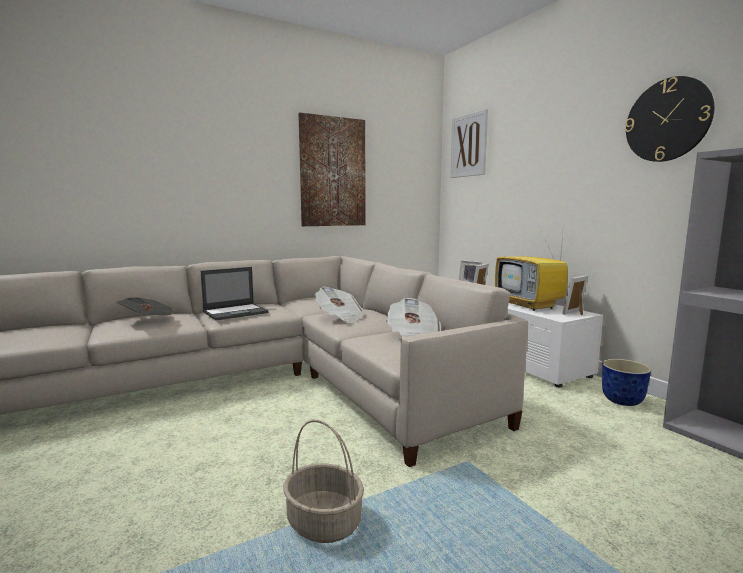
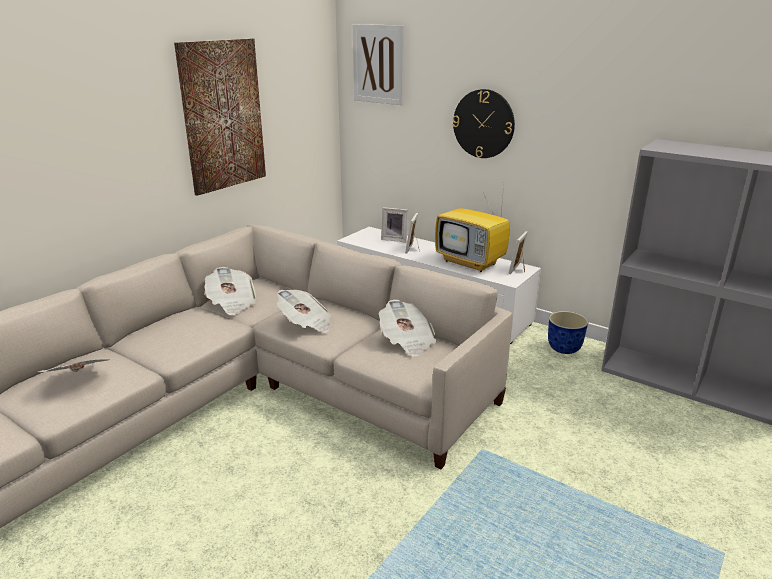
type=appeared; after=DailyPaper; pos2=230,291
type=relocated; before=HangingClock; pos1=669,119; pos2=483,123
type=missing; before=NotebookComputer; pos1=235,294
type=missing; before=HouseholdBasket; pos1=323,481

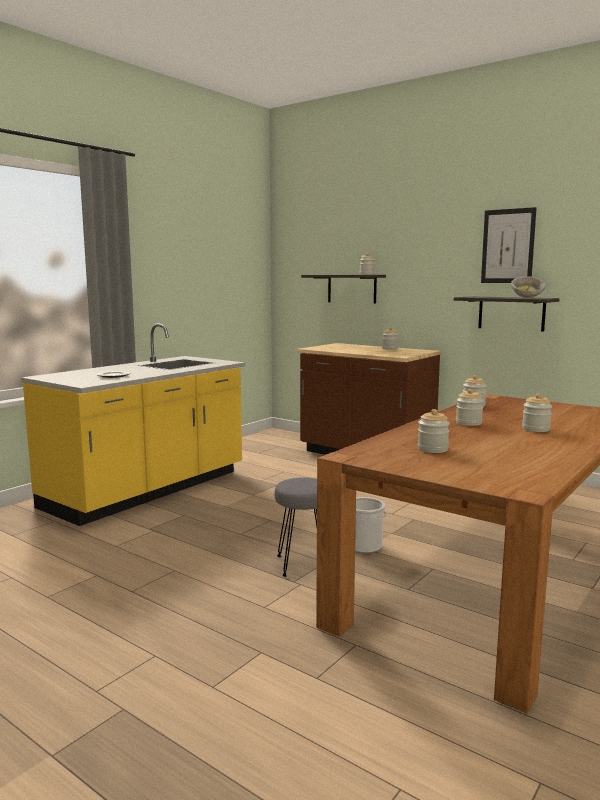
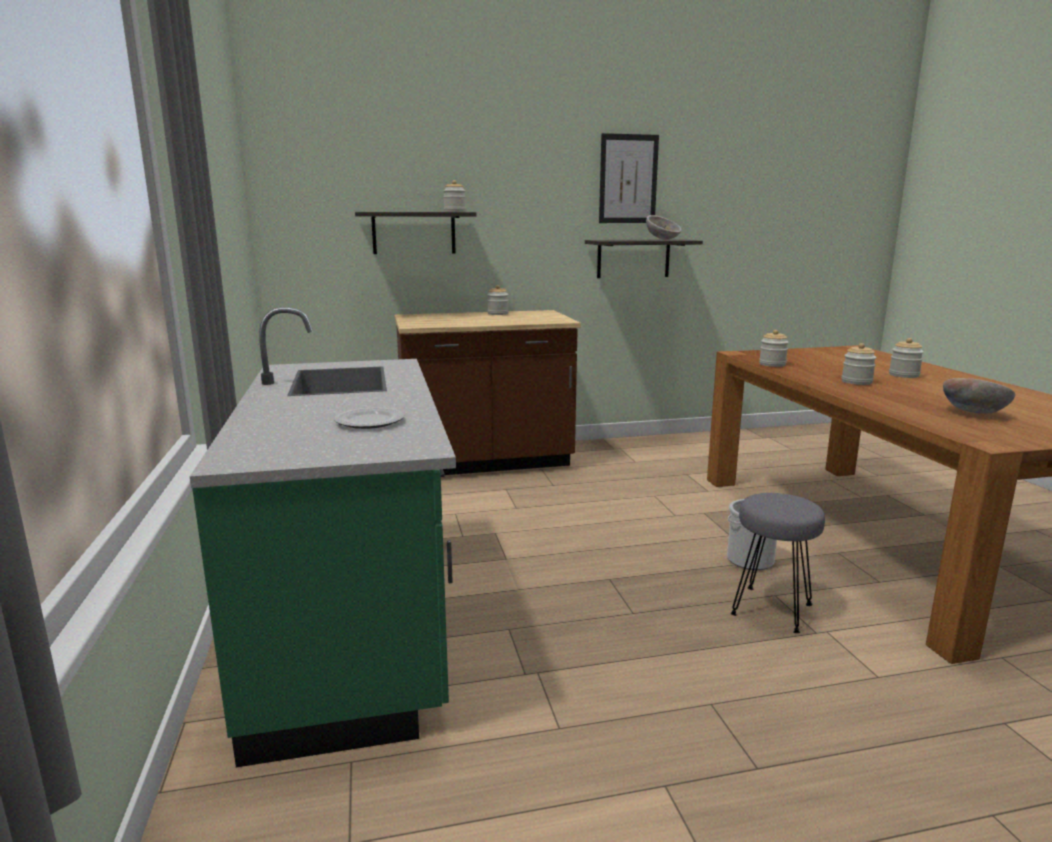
type=colour; before=YellowKitchenCounter; after=GreenColouredKitchenCounter; pos1=133,425; pos2=323,537
type=exchanged; before=Jar; after=ServingBowl; pos1=434,431; pos2=979,396

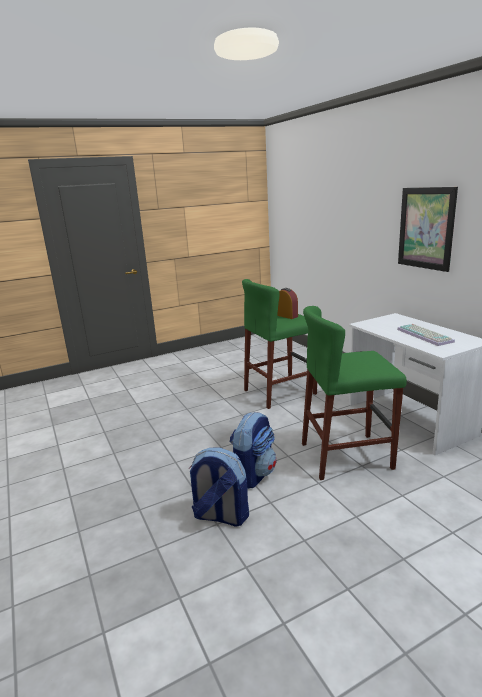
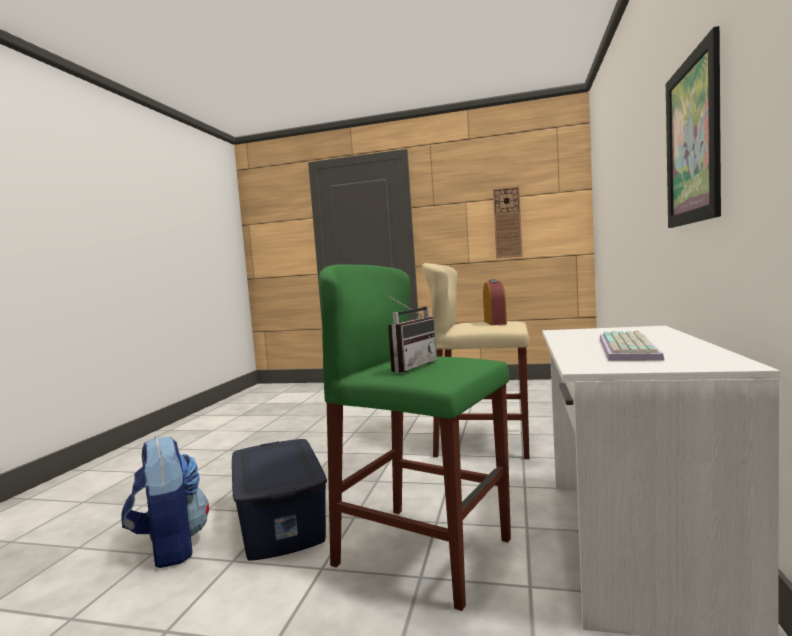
type=exchanged; before=Rucksack; after=BluishStorageContainer; pos1=253,450; pos2=279,500
type=appeared; after=RadioSet; pos2=411,334
type=colour; before=GreenColouredStoolSeat; after=BeigeColouredStoolSeat; pos1=279,344; pos2=475,361
type=appeared; after=HangingClock; pos2=508,222

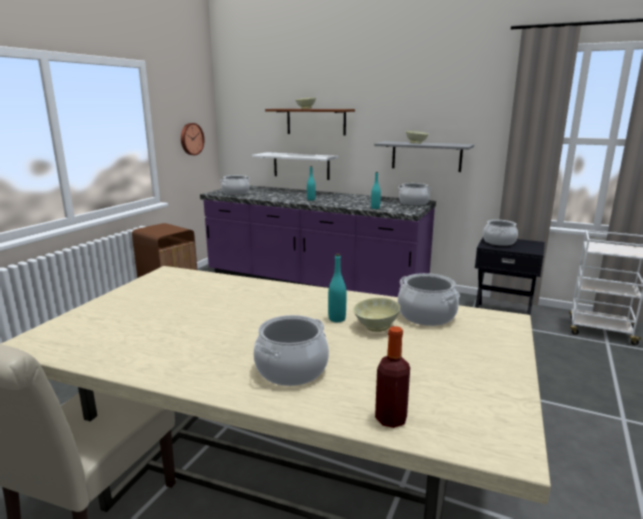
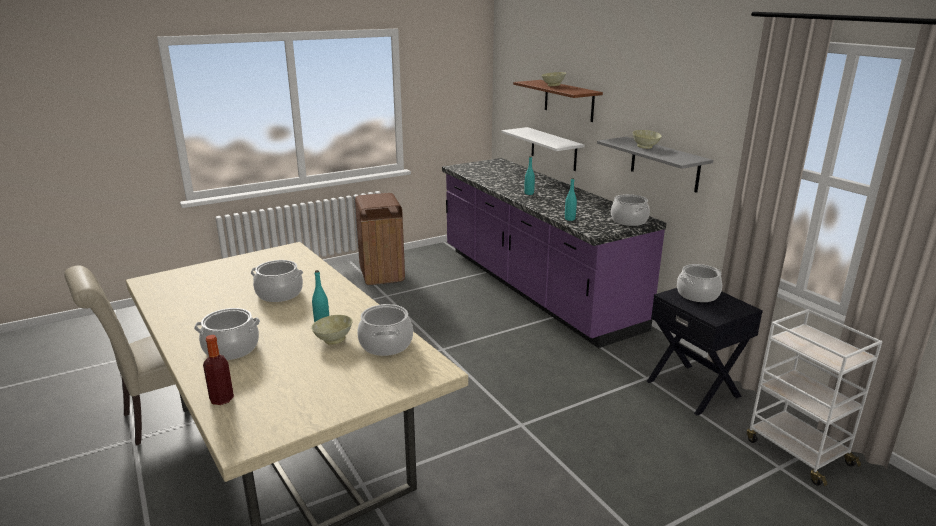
type=relocated; before=Stockpot; pos1=235,185; pos2=277,281
type=missing; before=HangingClock; pos1=192,139

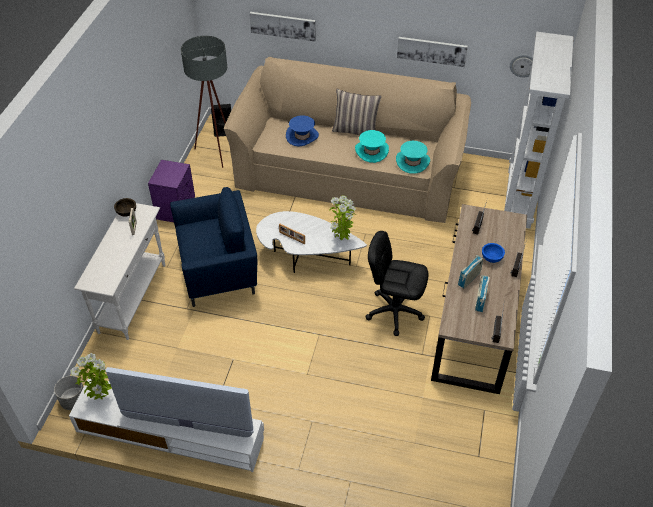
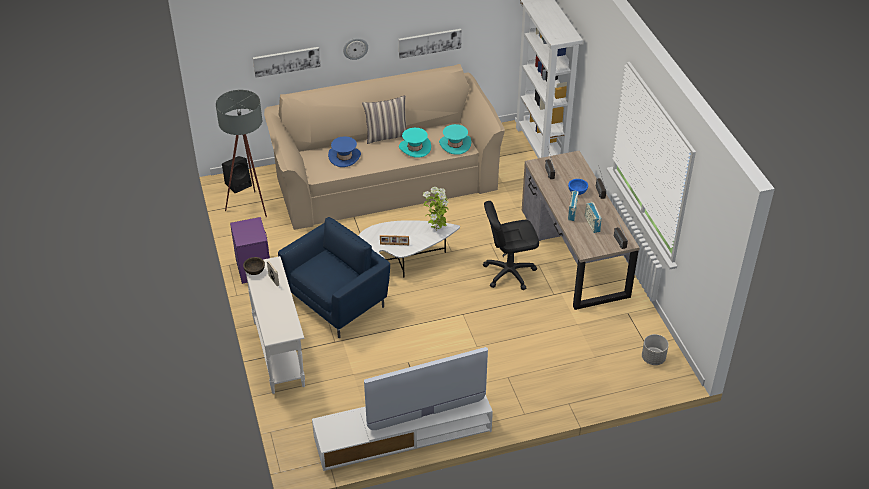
type=relocated; before=HangingClock; pos1=521,65; pos2=355,49
type=relocated; before=GreyFlowerPot; pos1=68,393; pos2=655,349
type=missing; before=Houseplant; pos1=91,376

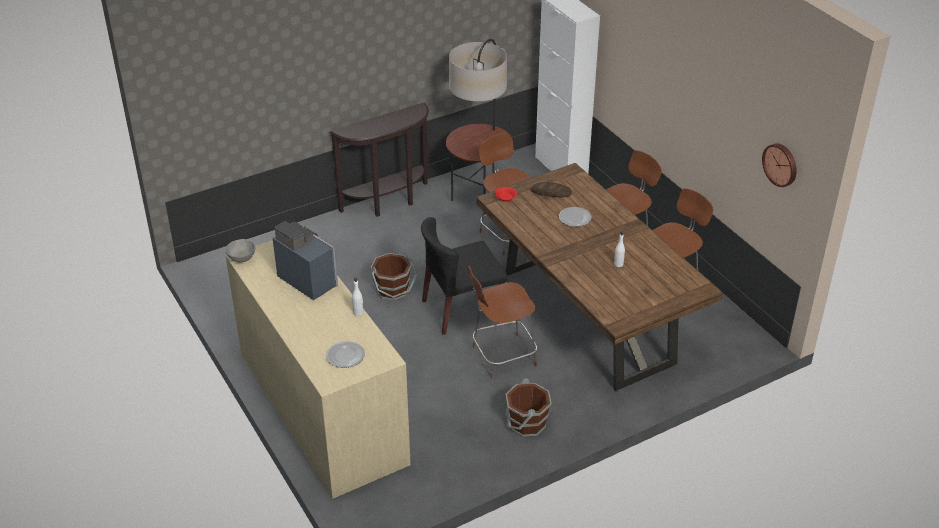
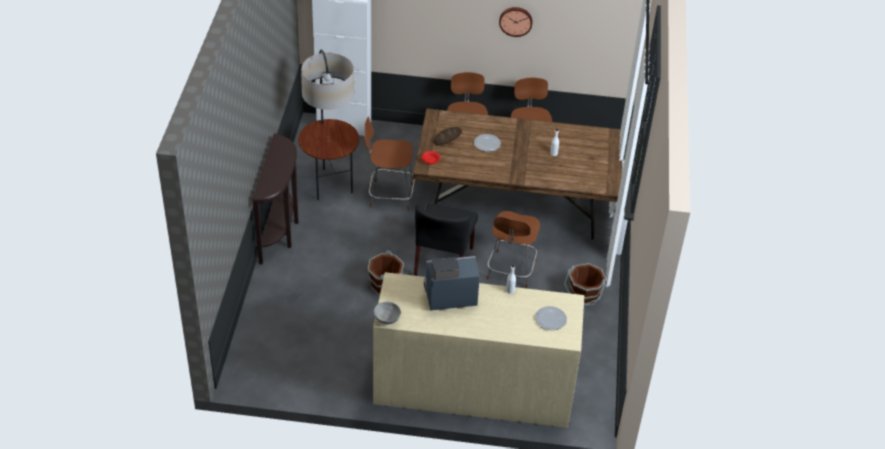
type=relocated; before=HangingClock; pos1=779,165; pos2=516,22

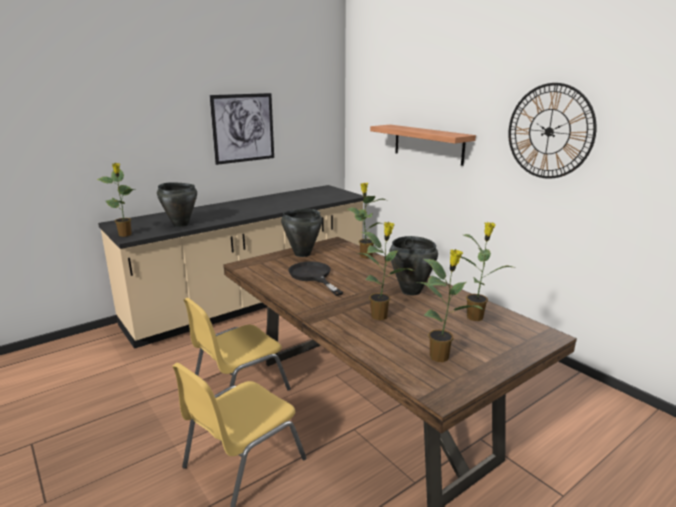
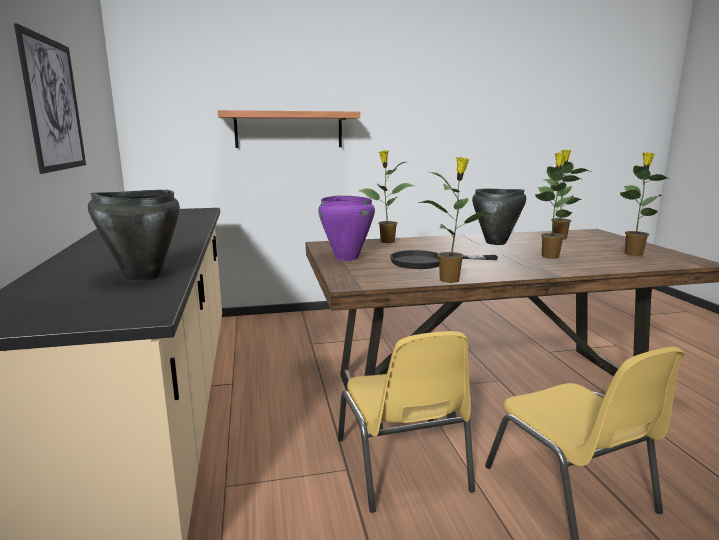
type=colour; before=BlackishStockpot; after=PurplishStockpot; pos1=301,233; pos2=346,228
type=relocated; before=Houseplant; pos1=117,200; pos2=457,220
type=missing; before=HangingClock; pos1=552,131

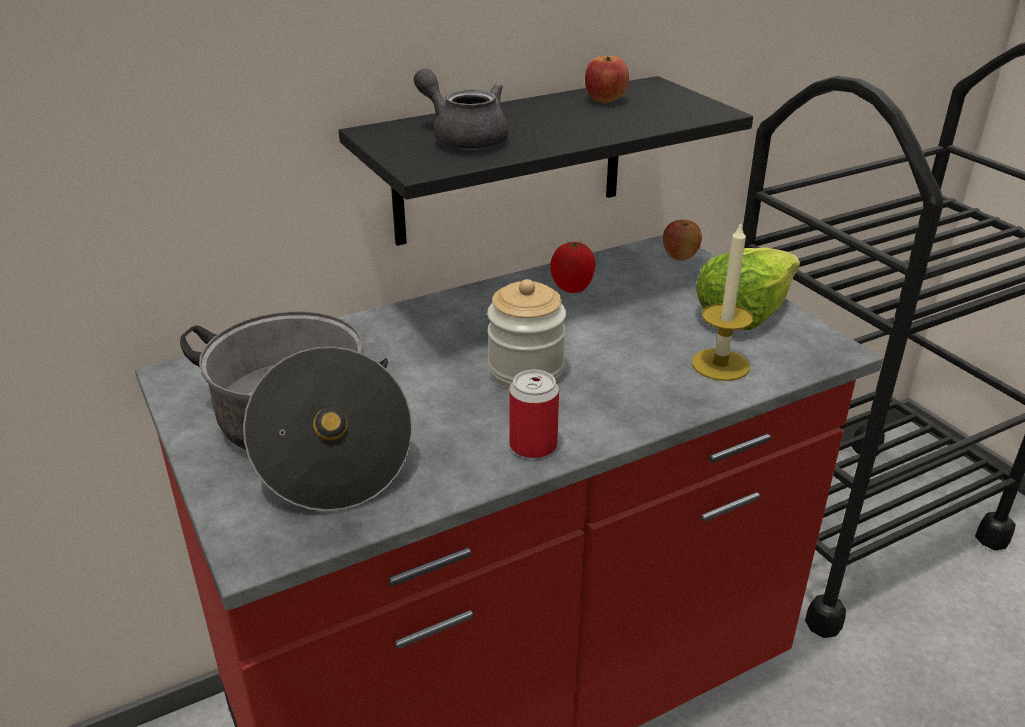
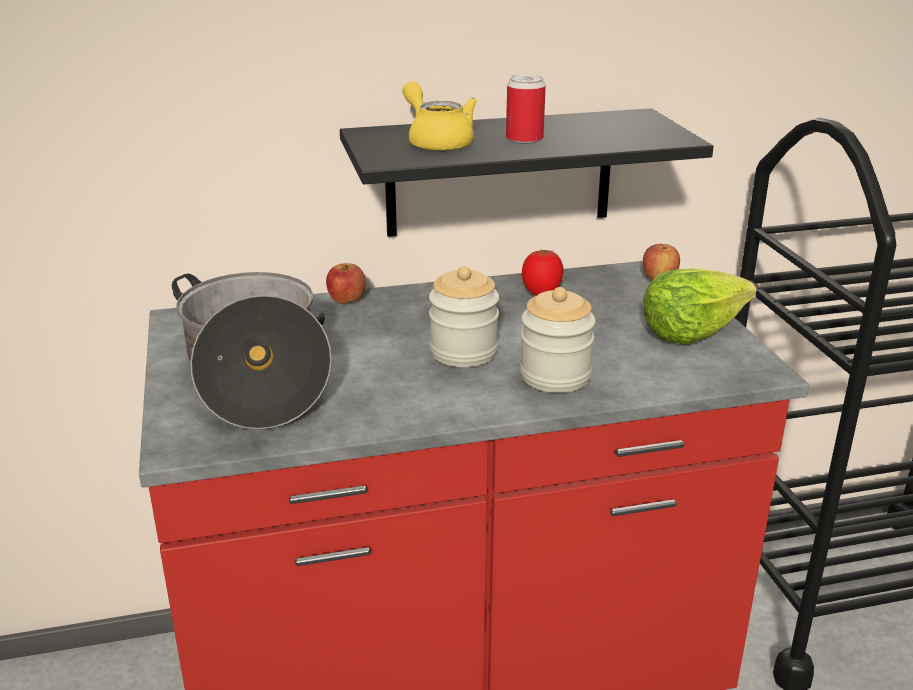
type=relocated; before=Apple; pos1=607,79; pos2=346,283
type=colour; before=GreyTeapot; after=YellowTeapot; pos1=461,109; pos2=440,116
type=relocated; before=Can; pos1=534,414; pos2=526,109
type=appeared; after=Jar; pos2=558,340
type=missing; before=WaxLight; pos1=722,301

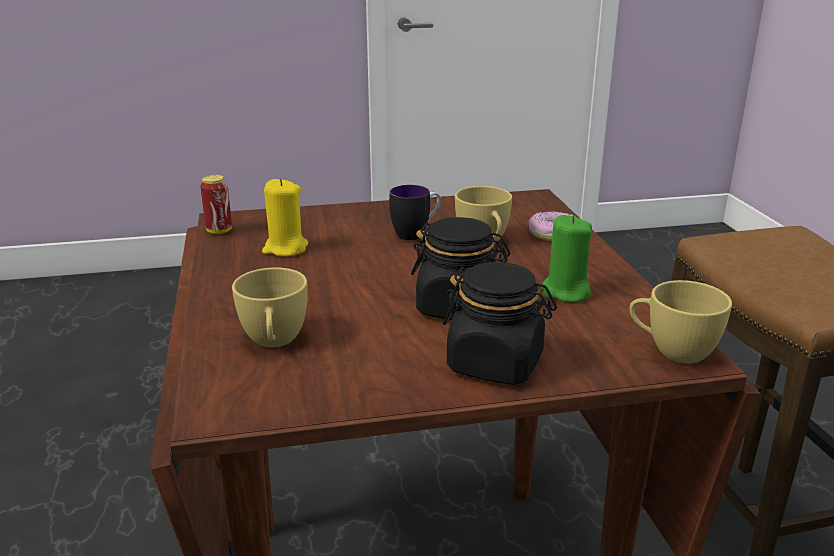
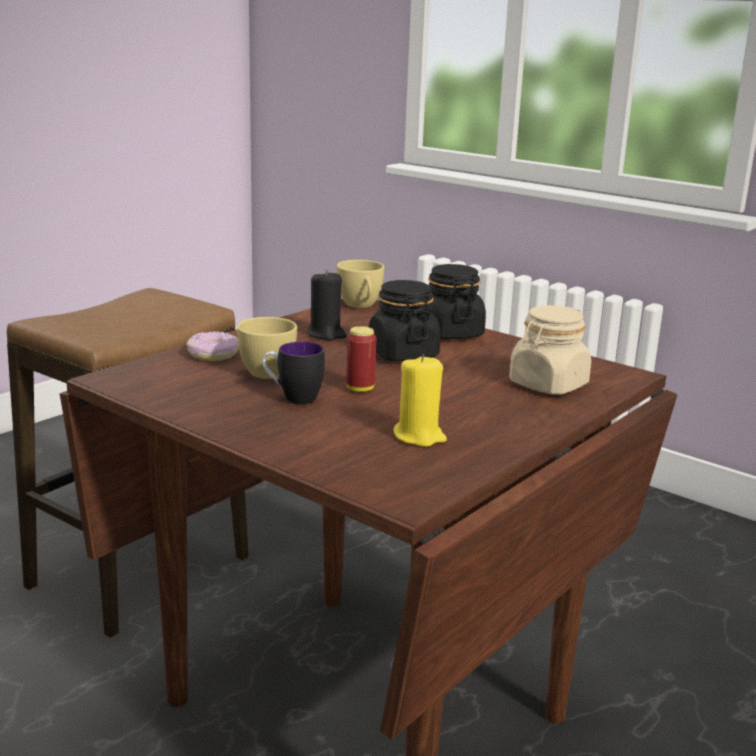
type=colour; before=GreenColouredWaxLight; after=BlackishWaxLight; pos1=566,258; pos2=326,304
type=relocated; before=Can; pos1=216,204; pos2=361,359
type=exchanged; before=YellowDrinkingCup; after=BeigeColouredJar; pos1=270,307; pos2=550,350

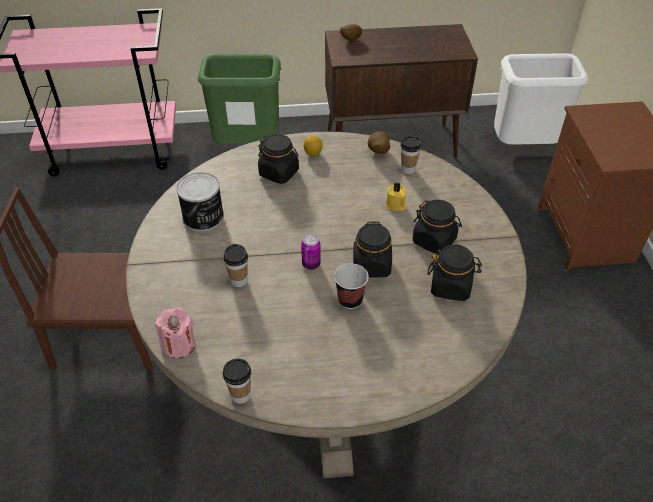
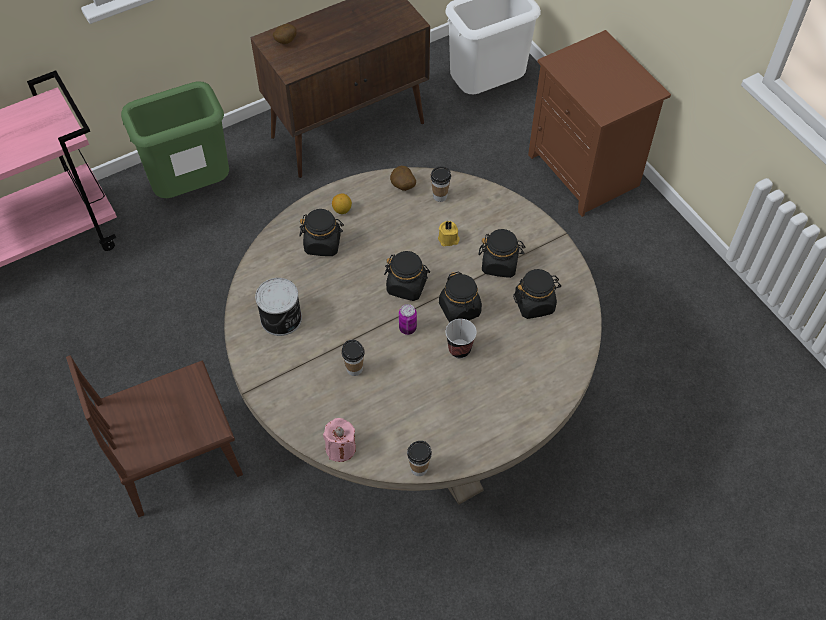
type=appeared; after=BlackishJar; pos2=407,276

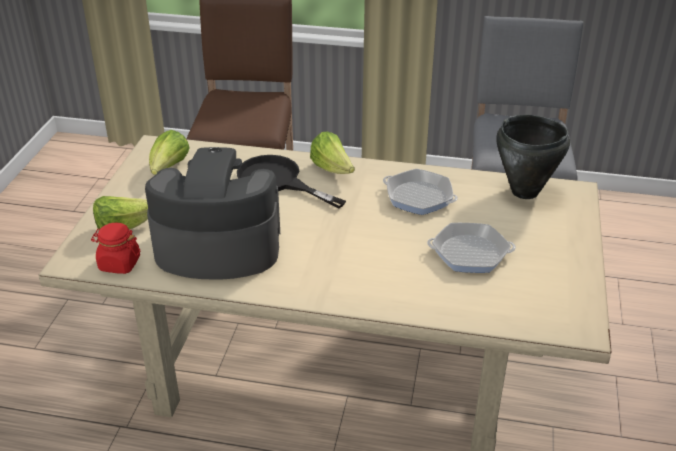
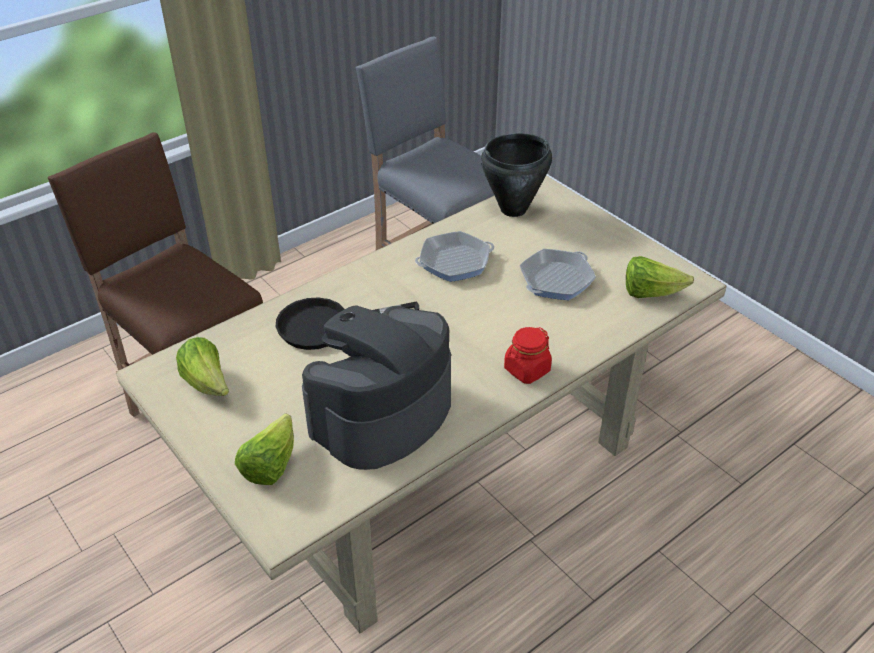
type=relocated; before=RedColouredJar; pos1=115,248; pos2=528,355
type=relocated; before=Lettuce; pos1=332,152; pos2=660,277

